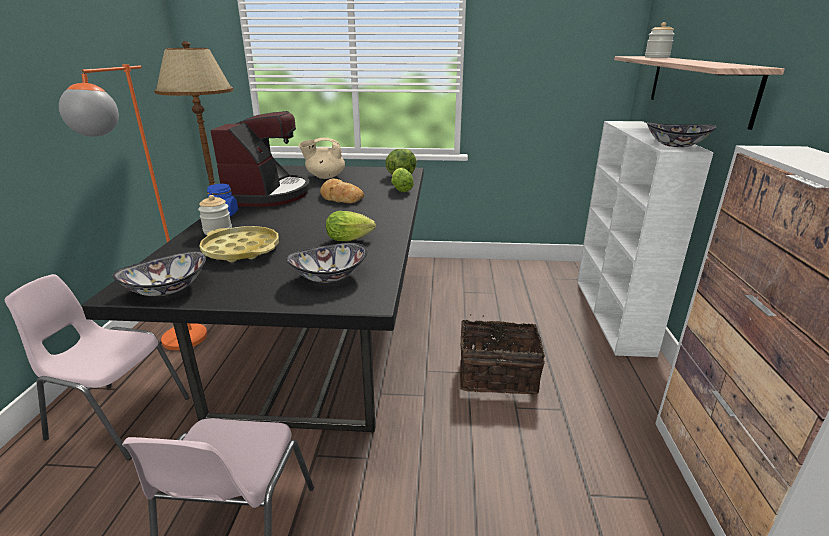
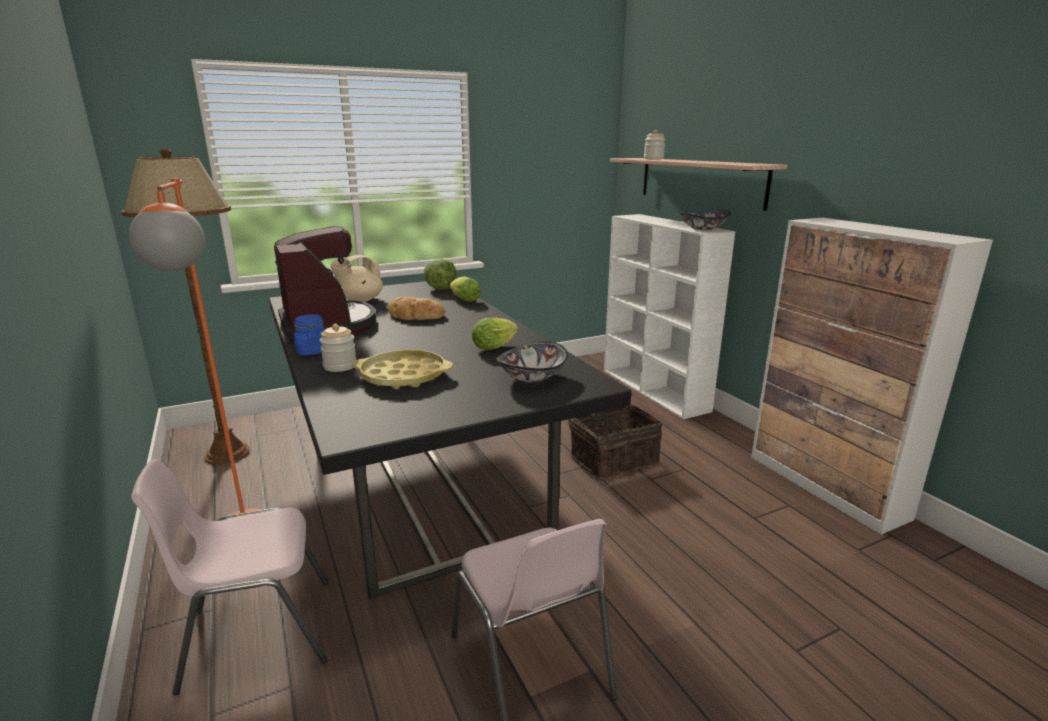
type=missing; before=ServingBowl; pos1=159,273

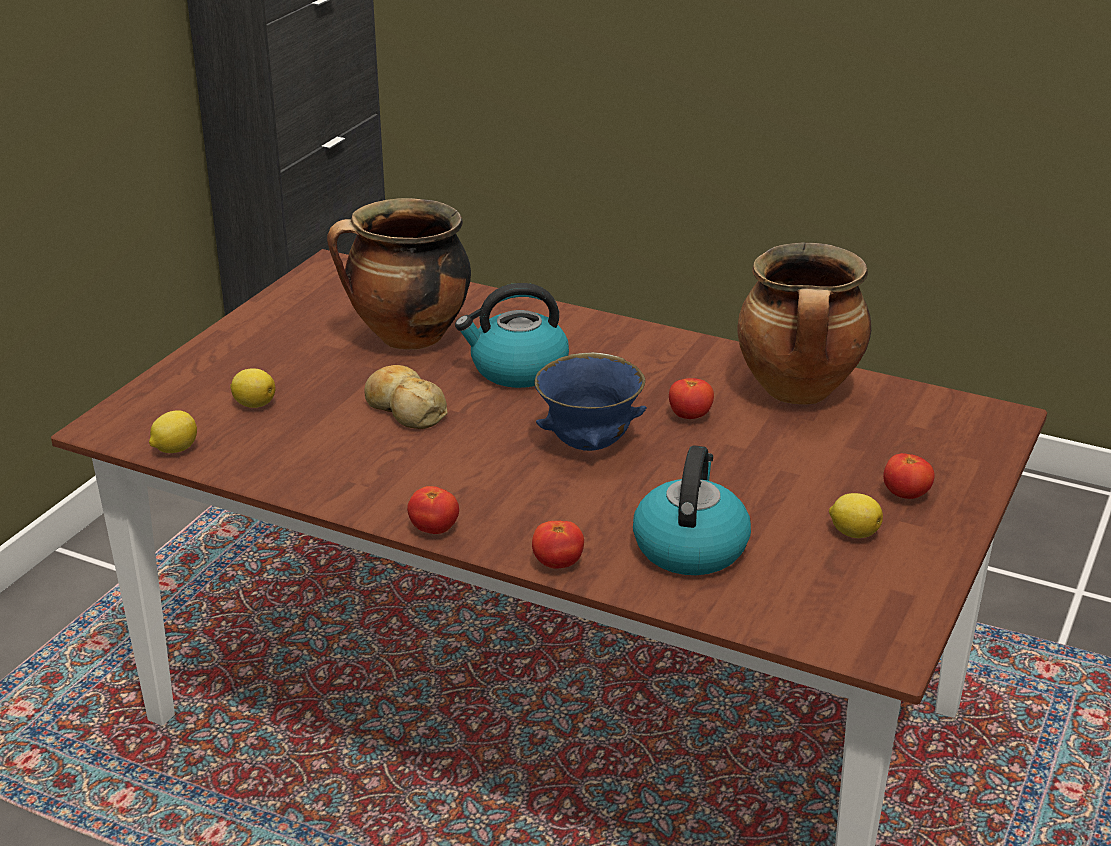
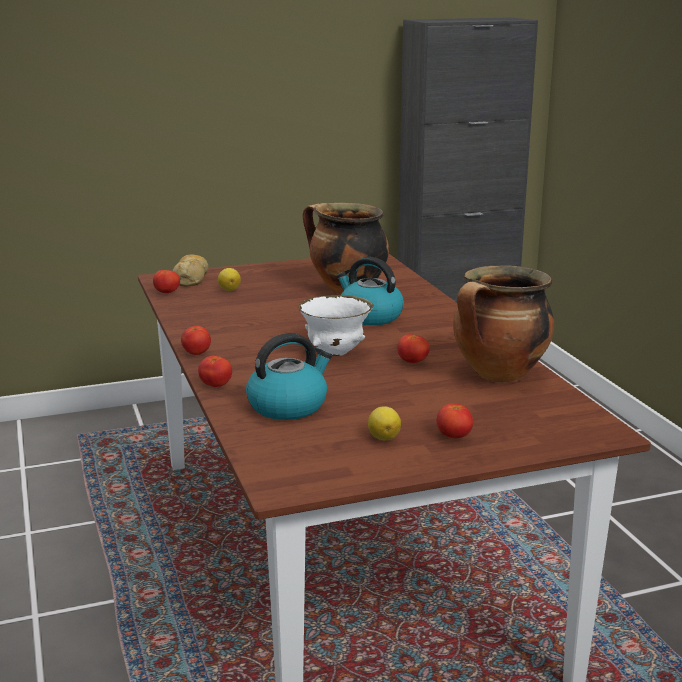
type=exchanged; before=WholeLemon; after=Tomato; pos1=173,431; pos2=166,281
type=relocated; before=BakedBread; pos1=406,397; pos2=190,270
type=colour; before=BluishServingBowl; after=WhitishServingBowl; pos1=591,401; pos2=336,325

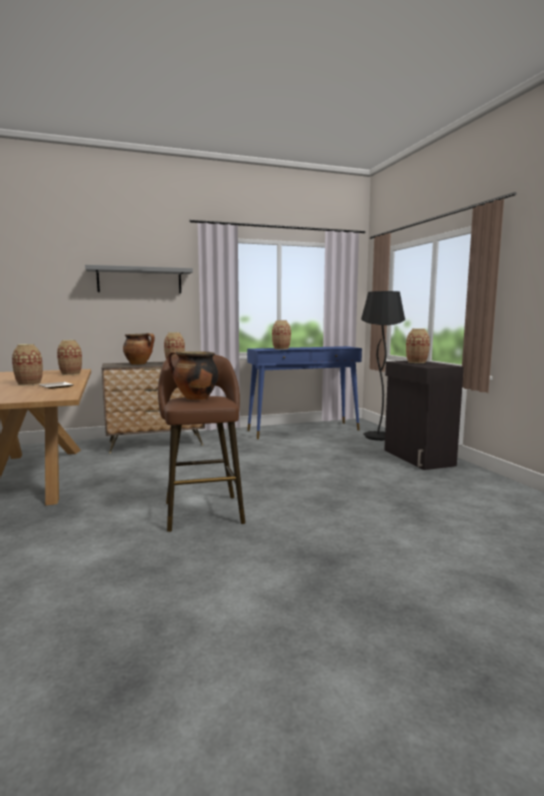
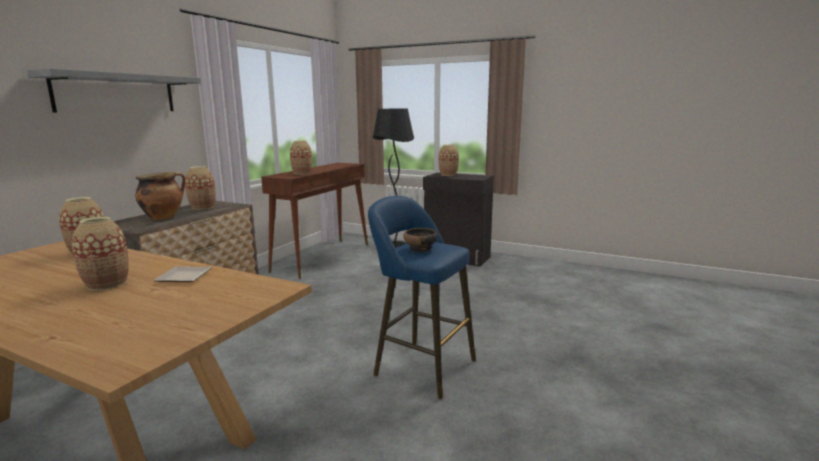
type=colour; before=BluishNarrowTable; after=BrownishNarrowTable; pos1=304,392; pos2=314,221
type=colour; before=BrownishStoolSeat; after=BluishStoolSeat; pos1=201,443; pos2=422,297
type=exchanged; before=Stockpot; after=ServingBowl; pos1=193,375; pos2=420,240

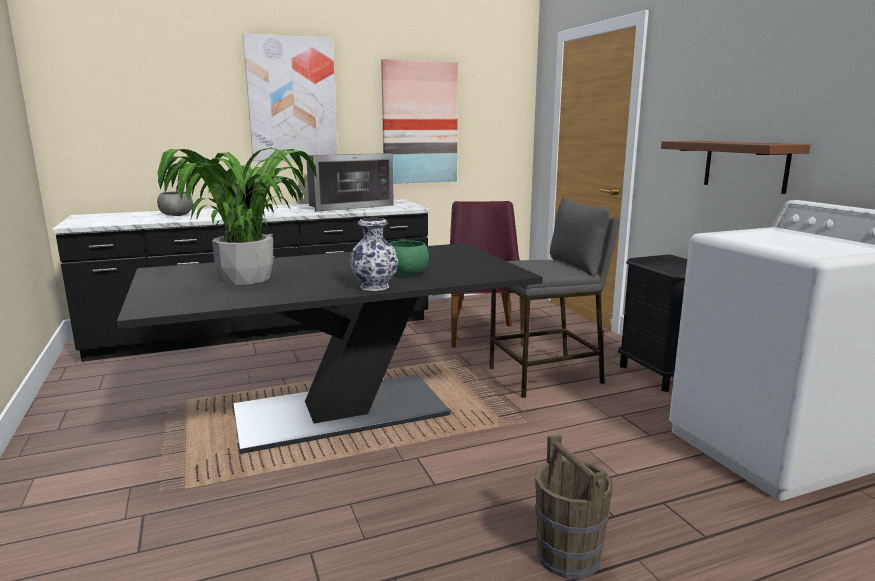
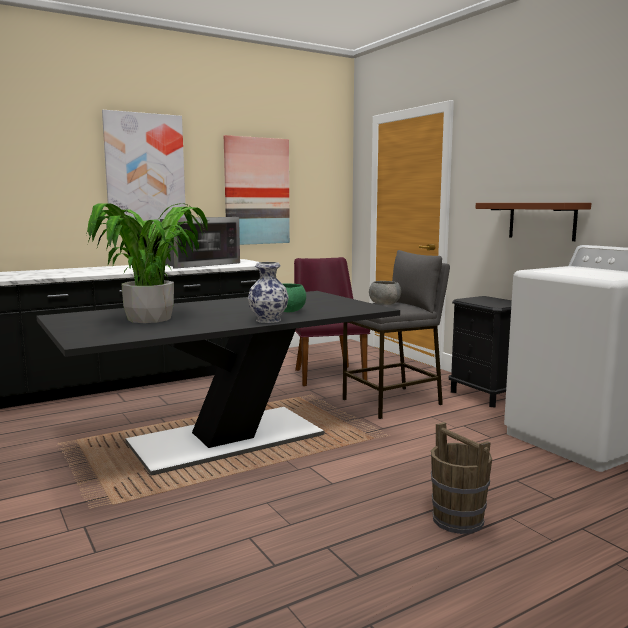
type=relocated; before=GreyServingBowl; pos1=175,203; pos2=385,293

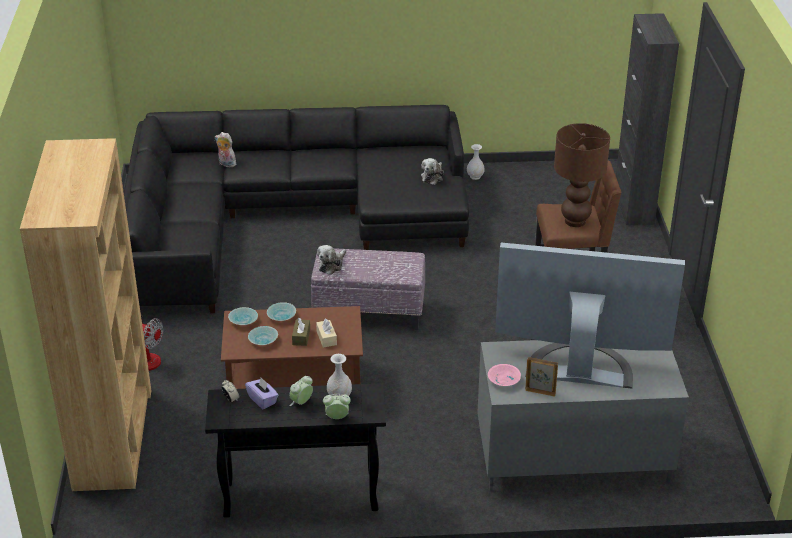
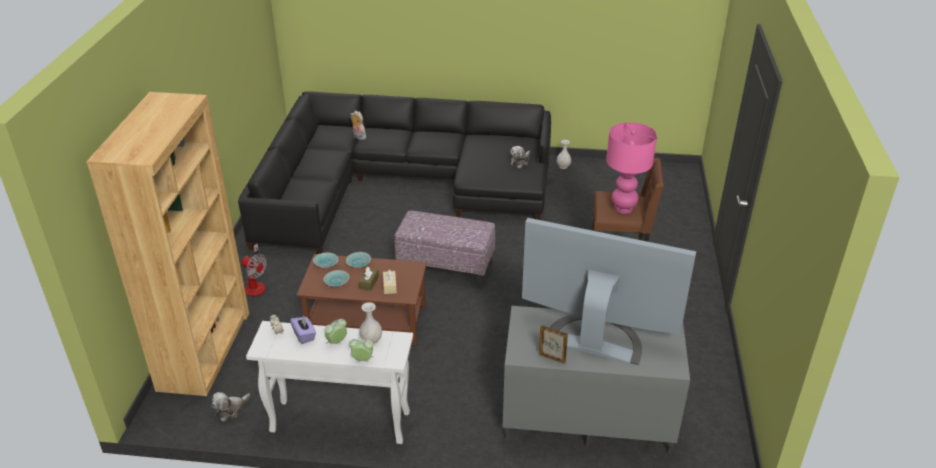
type=relocated; before=SoftToy; pos1=331,260; pos2=231,407
type=colour; before=BlackishNarrowTable; after=WhitishNarrowTable; pos1=295,450; pos2=329,382
type=colour; before=BrownishLampForATable; after=PinkLampForATable; pos1=582,175; pos2=631,168
type=missing; before=PinkServingBowl; pos1=504,375
type=missing; before=BlackishStorageCabinet; pos1=647,119

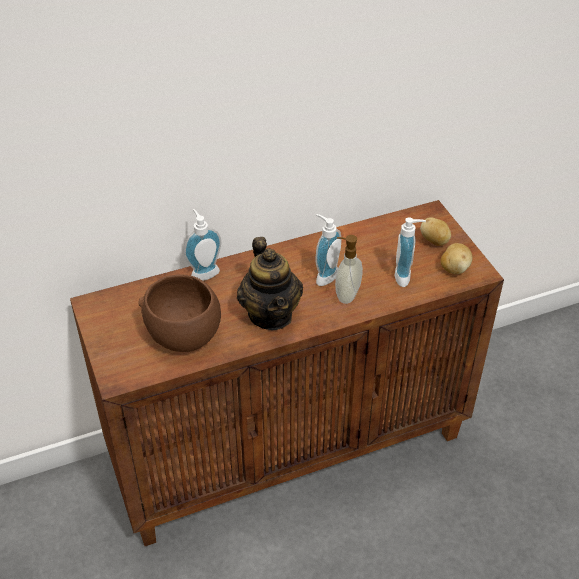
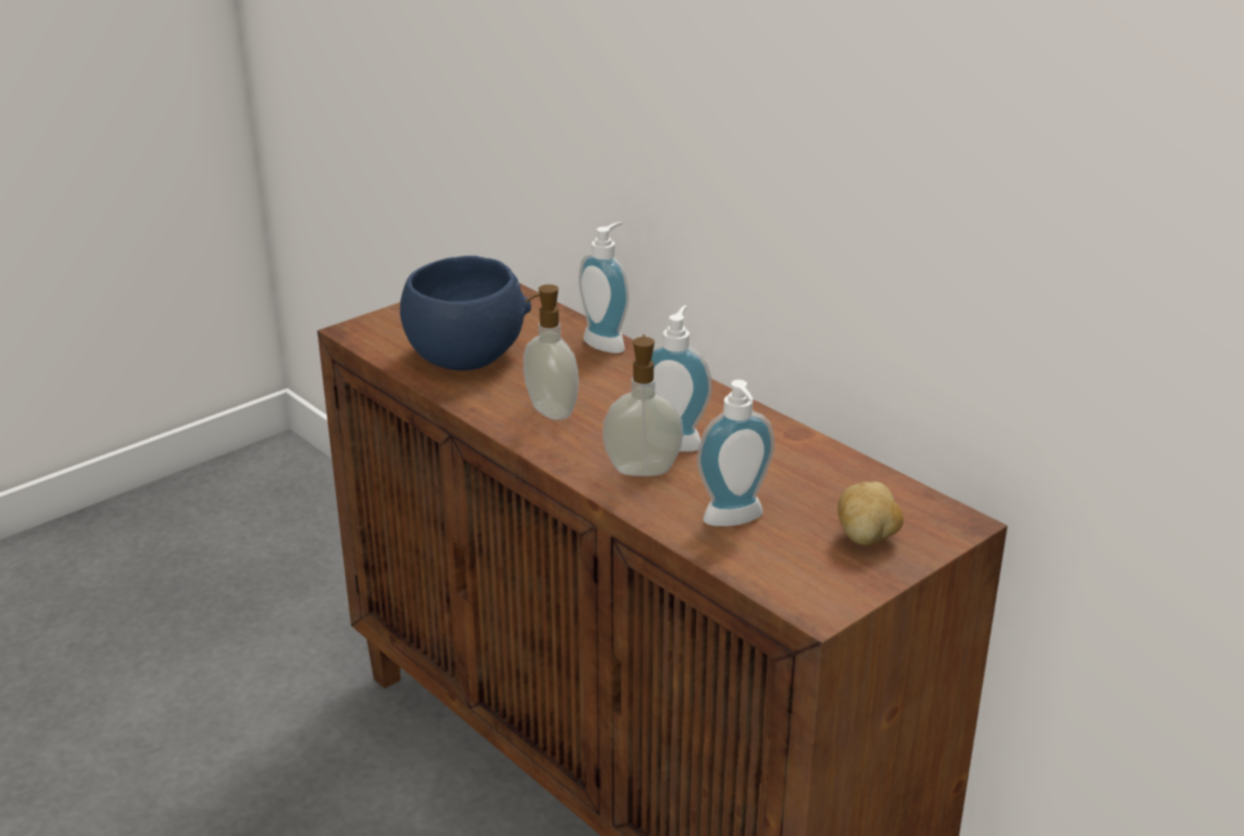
type=colour; before=BrownishServingBowl; after=BluishServingBowl; pos1=179,313; pos2=465,313
type=exchanged; before=Teapot; after=SoapBottle; pos1=270,283; pos2=551,352
type=missing; before=WholePotato; pos1=457,258

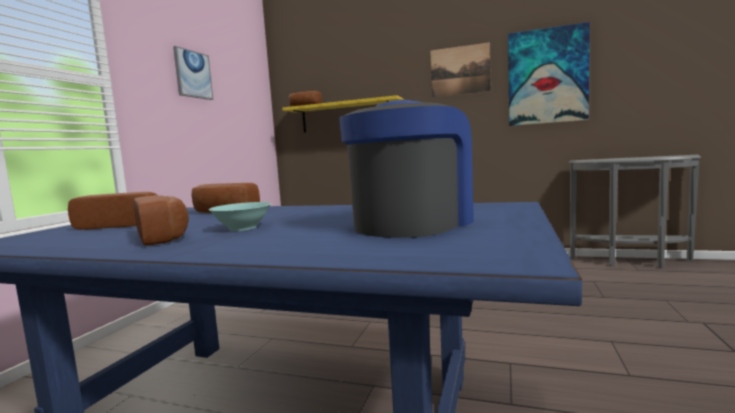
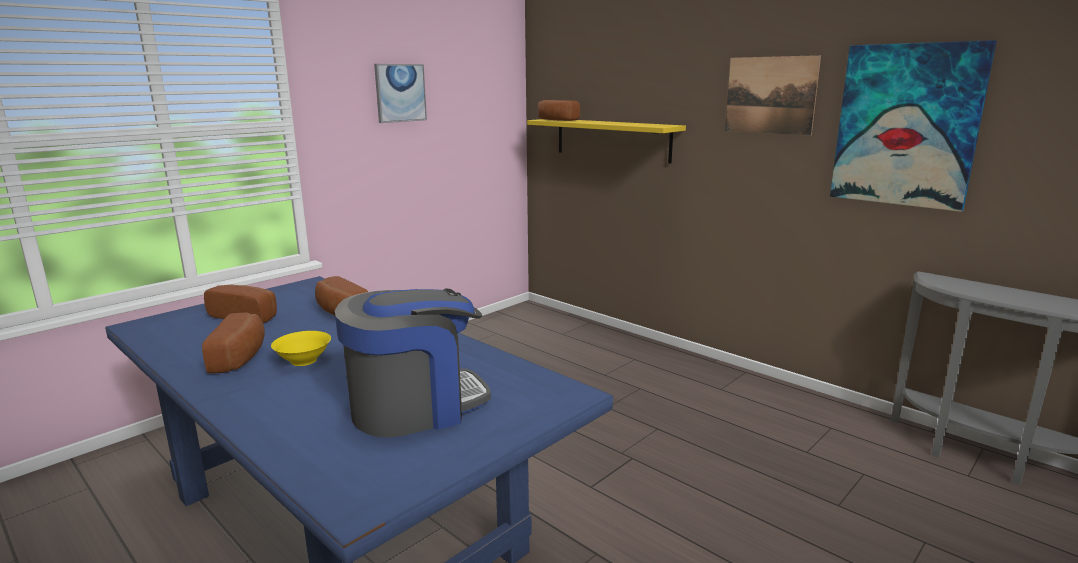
type=colour; before=BlueGreenServingBowl; after=YellowServingBowl; pos1=240,216; pos2=301,348

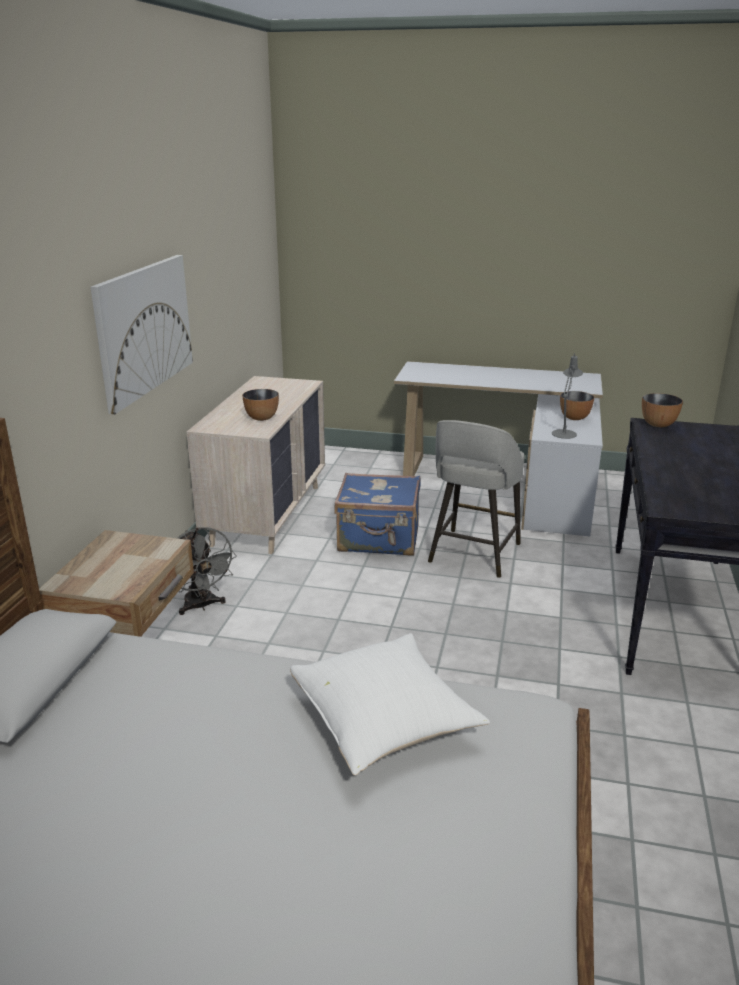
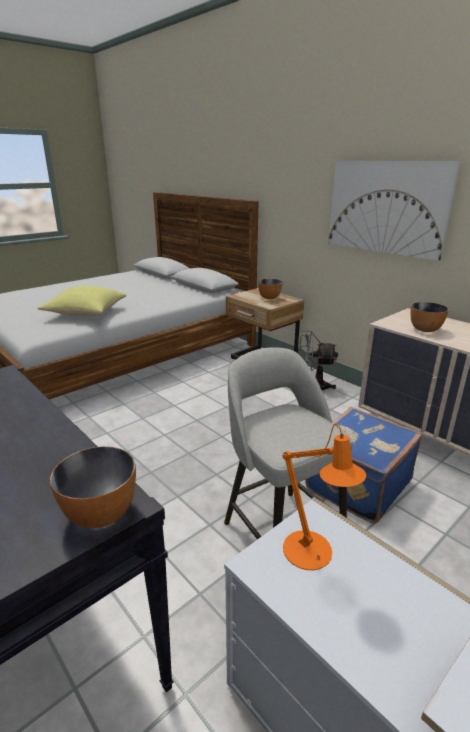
type=colour; before=WhitishPillow; after=YellowPillow; pos1=390,704; pos2=82,301
type=relocated; before=ServingBowl; pos1=577,405; pos2=270,289
type=colour; before=GreyLampForATable; after=OrangeLampForATable; pos1=567,396; pos2=324,496

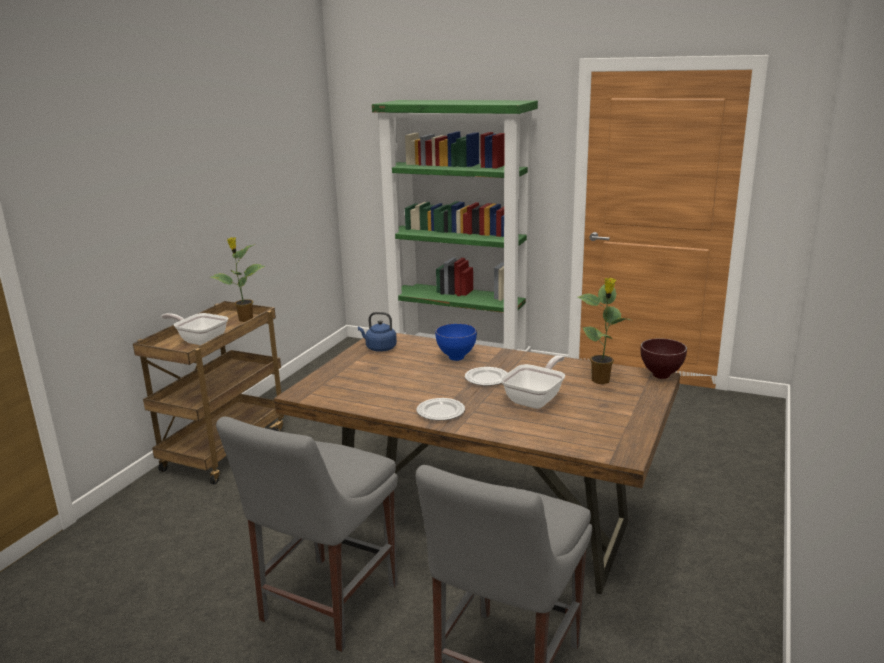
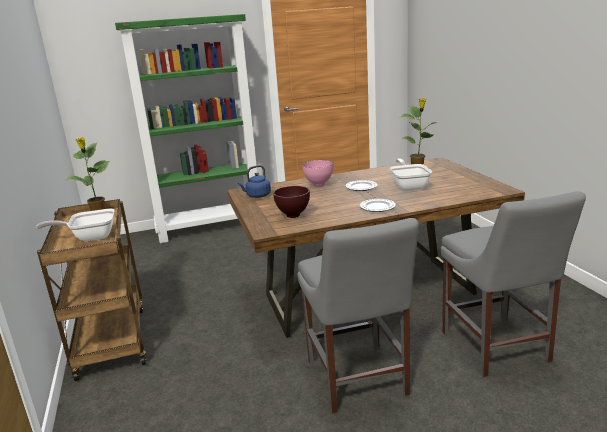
type=relocated; before=BrownishServingBowl; pos1=664,358; pos2=291,202
type=colour; before=BluishServingBowl; after=PinkServingBowl; pos1=456,342; pos2=317,173

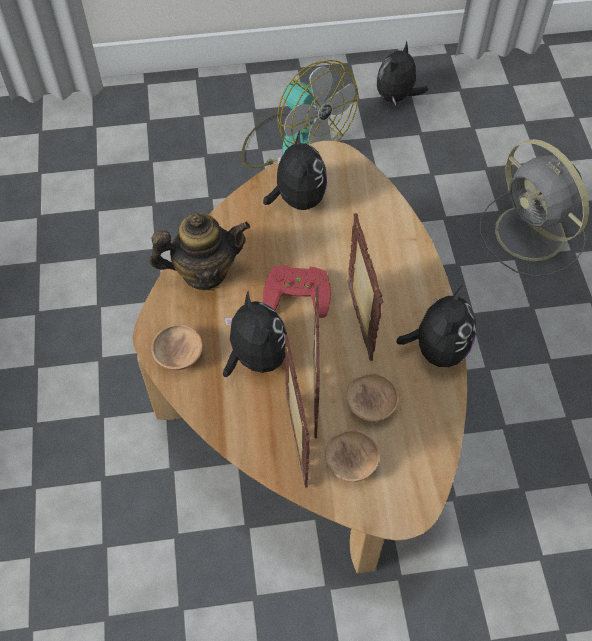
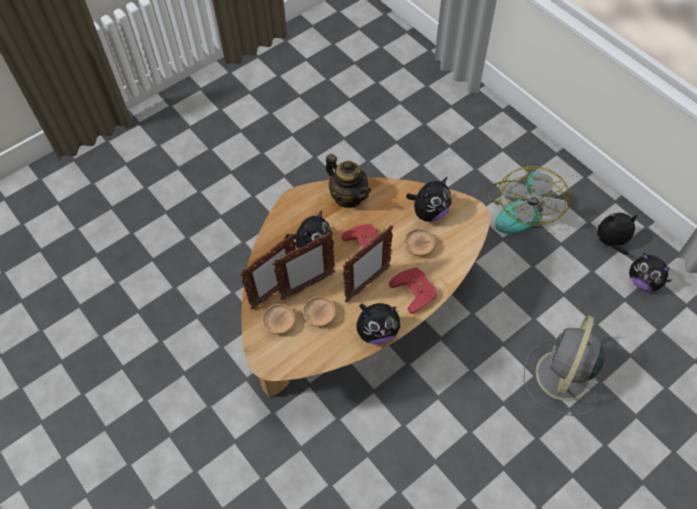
type=appeared; after=RedColouredJoypad; pos2=413,290
type=relocated; before=BrownishServingBowl; pos1=177,347; pos2=419,242
type=appeared; after=SoftToy; pos2=651,272

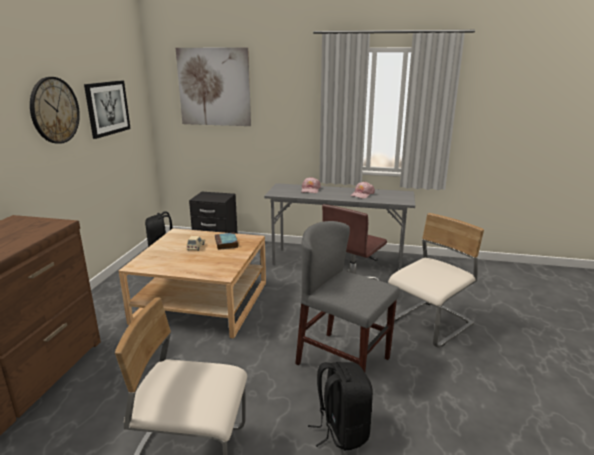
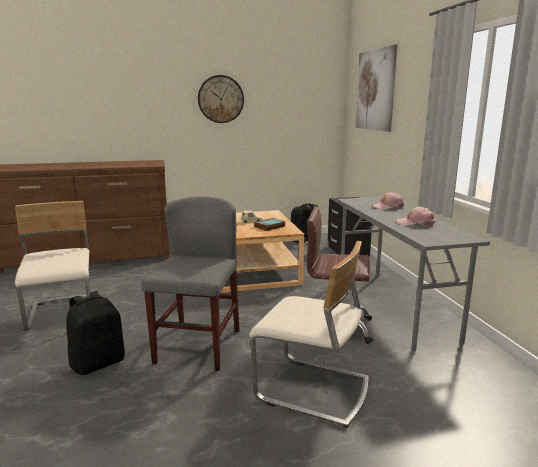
type=missing; before=WallPicture; pos1=107,109

